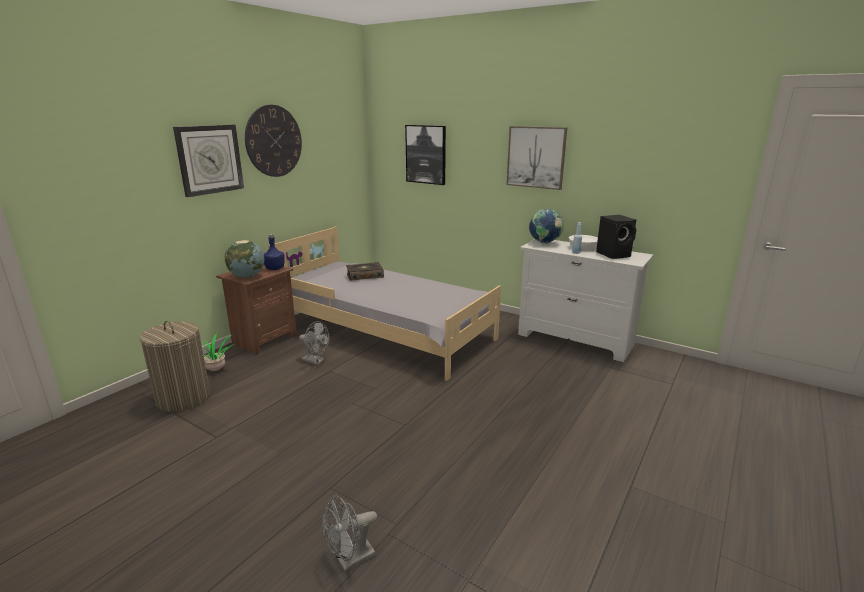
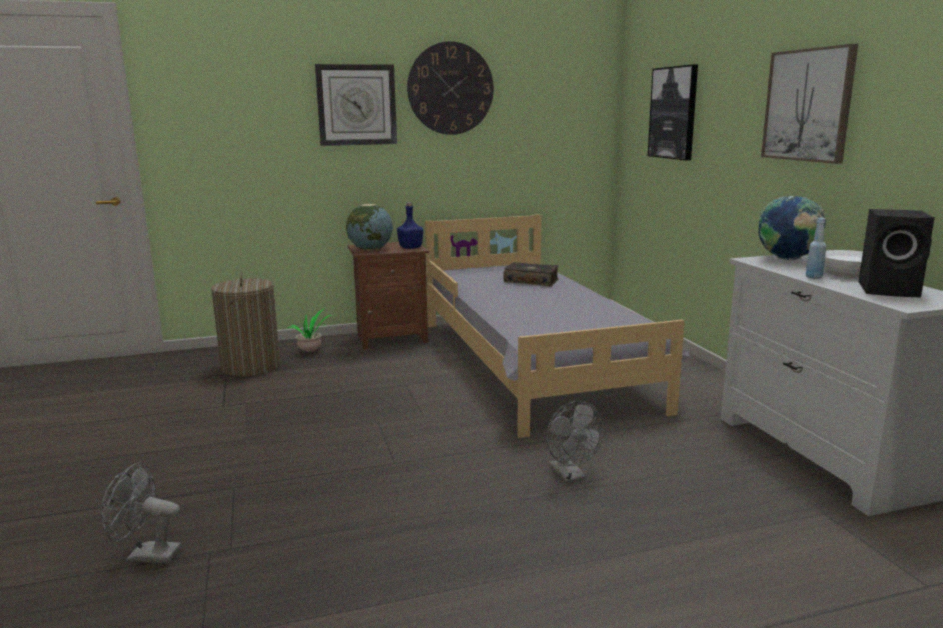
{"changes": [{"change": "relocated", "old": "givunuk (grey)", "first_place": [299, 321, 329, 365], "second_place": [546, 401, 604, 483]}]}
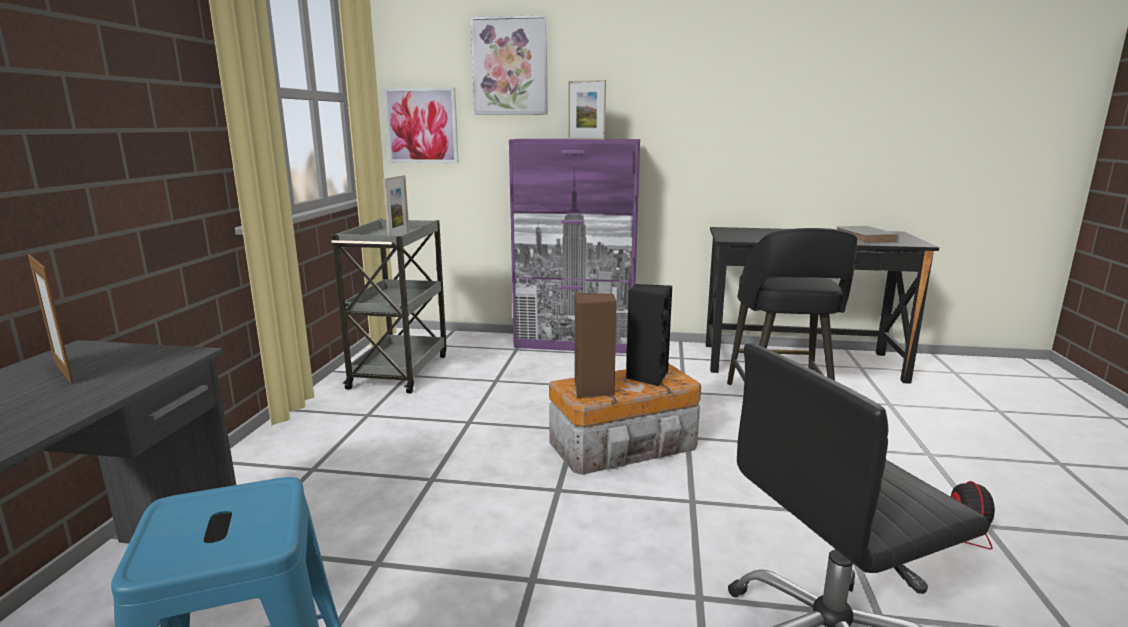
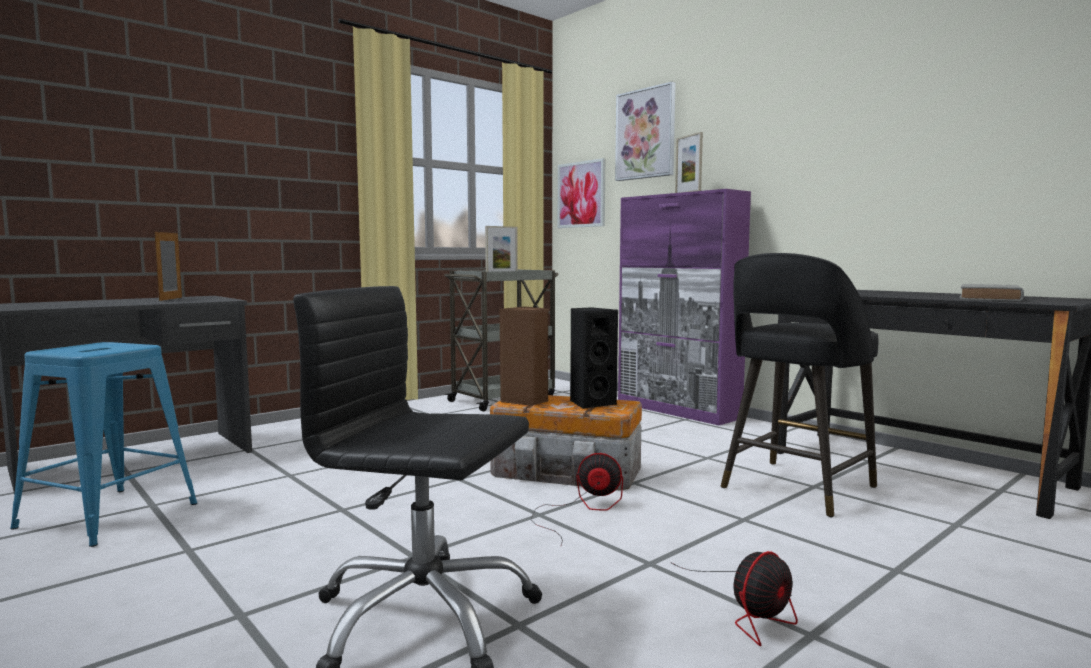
{"changes": [{"change": "appeared", "new": "givunuk", "second_place": [531, 453, 623, 545]}]}
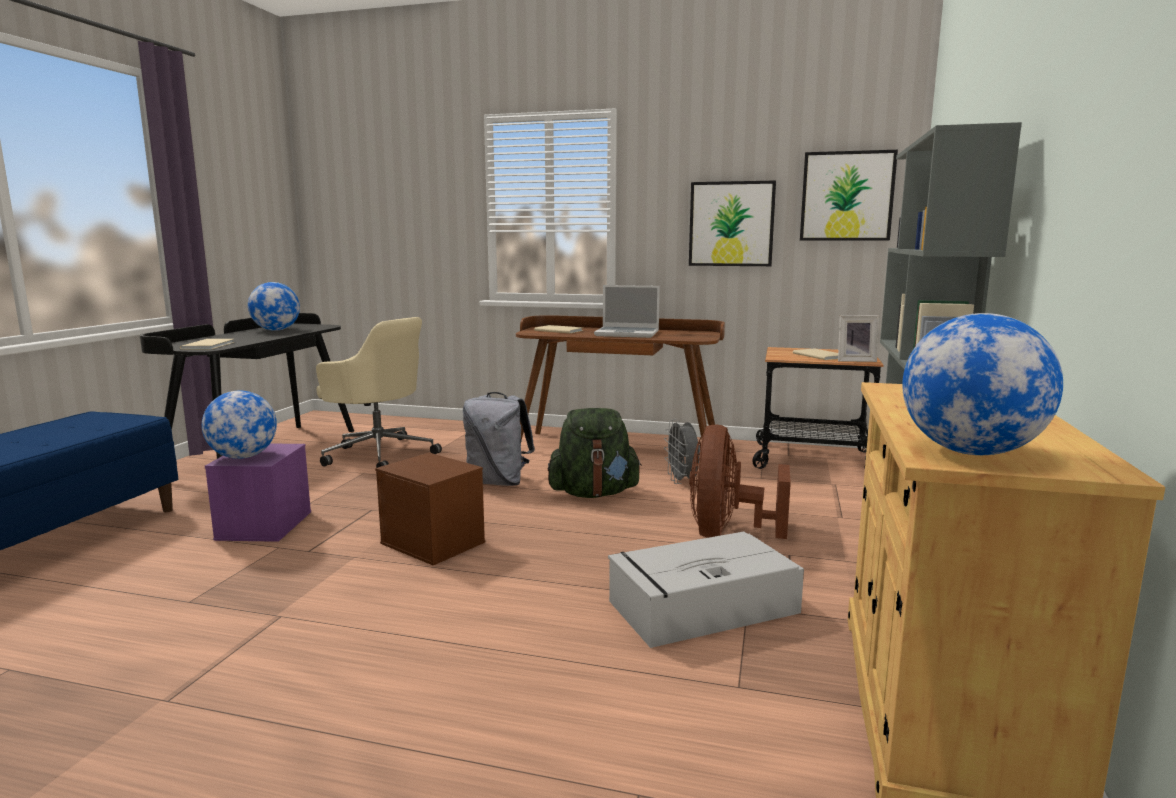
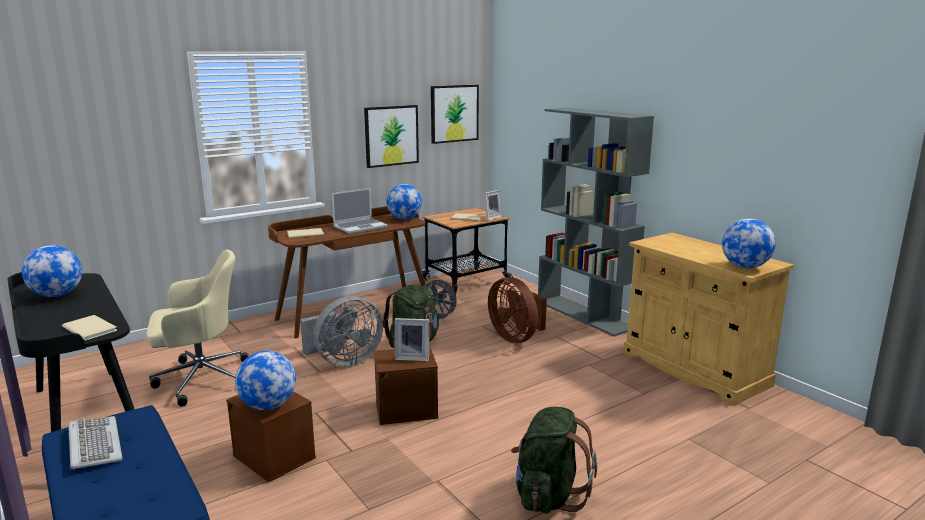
{"changes": [{"change": "appeared", "new": "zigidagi", "second_place": [68, 416, 123, 470]}, {"change": "colour", "old": "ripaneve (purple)", "new": "ripaneve (brown)", "first_place": [205, 444, 311, 542], "second_place": [226, 391, 316, 482]}, {"change": "exchanged", "old": "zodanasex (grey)", "new": "givunuk (grey)", "first_place": [463, 392, 535, 486], "second_place": [300, 296, 383, 367]}, {"change": "appeared", "new": "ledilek", "second_place": [387, 184, 422, 220]}, {"change": "appeared", "new": "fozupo", "second_place": [395, 318, 429, 361]}, {"change": "appeared", "new": "zodanasex (green)", "second_place": [511, 407, 597, 514]}, {"change": "missing", "old": "ripaneve (grey)", "first_place": [608, 532, 804, 648]}]}
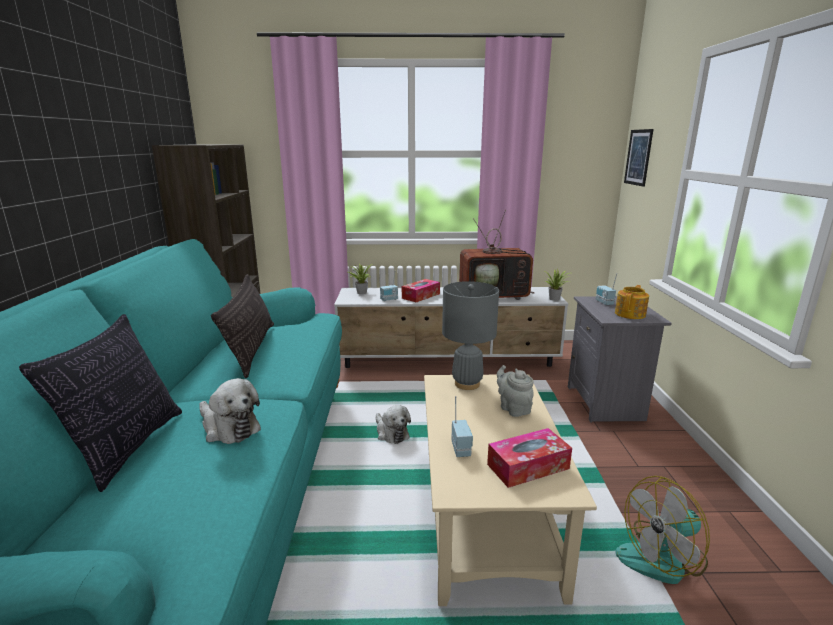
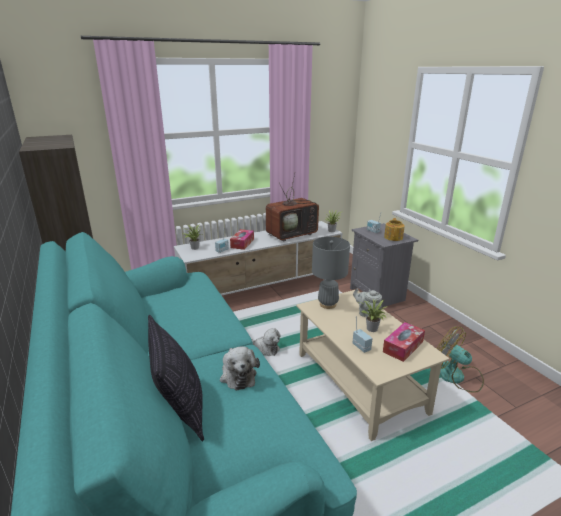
{"changes": [{"change": "spun", "old": "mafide", "first_place": [199, 378, 261, 444], "second_place": [220, 346, 260, 391], "degrees": 60}, {"change": "appeared", "new": "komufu", "second_place": [359, 299, 386, 332]}, {"change": "spun", "old": "givunuk", "first_place": [616, 476, 710, 584], "second_place": [437, 327, 484, 393], "degrees": 90}, {"change": "missing", "old": "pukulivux", "first_place": [211, 274, 274, 379]}, {"change": "missing", "old": "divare", "first_place": [624, 129, 654, 187]}]}
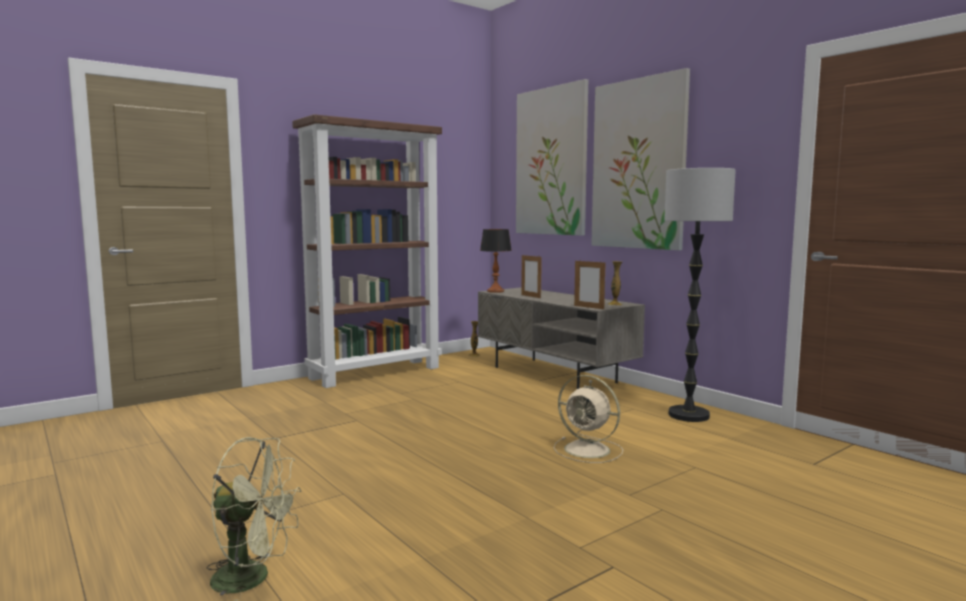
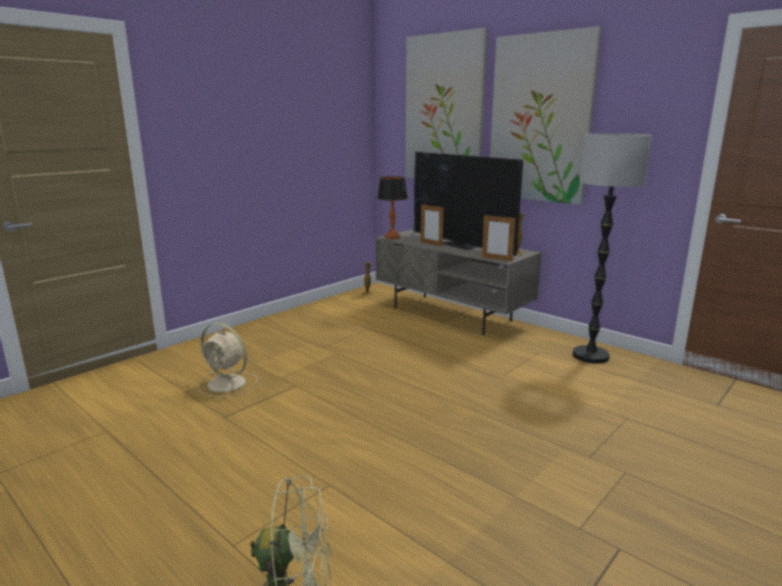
{"changes": [{"change": "relocated", "old": "givunuk (beige)", "first_place": [553, 375, 623, 463], "second_place": [197, 323, 258, 397]}, {"change": "appeared", "new": "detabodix", "second_place": [414, 152, 523, 256]}, {"change": "missing", "old": "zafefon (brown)", "first_place": [292, 114, 442, 388]}]}
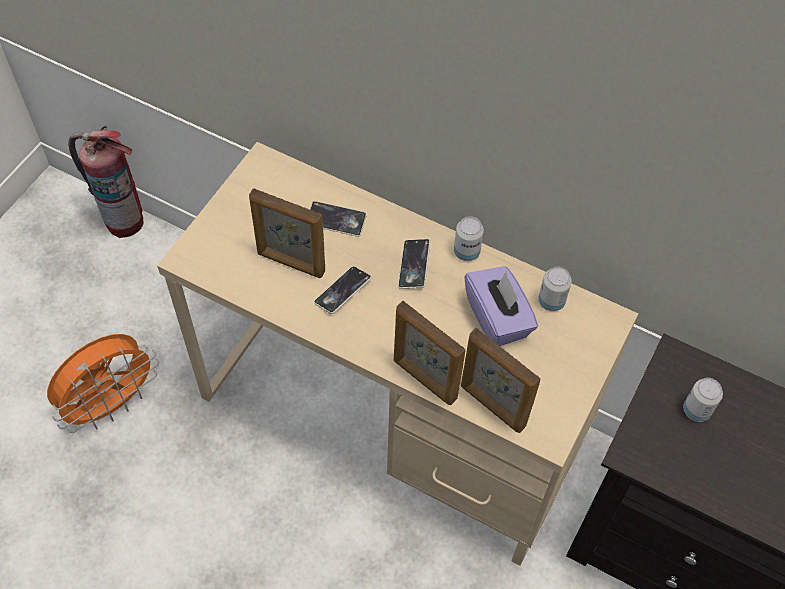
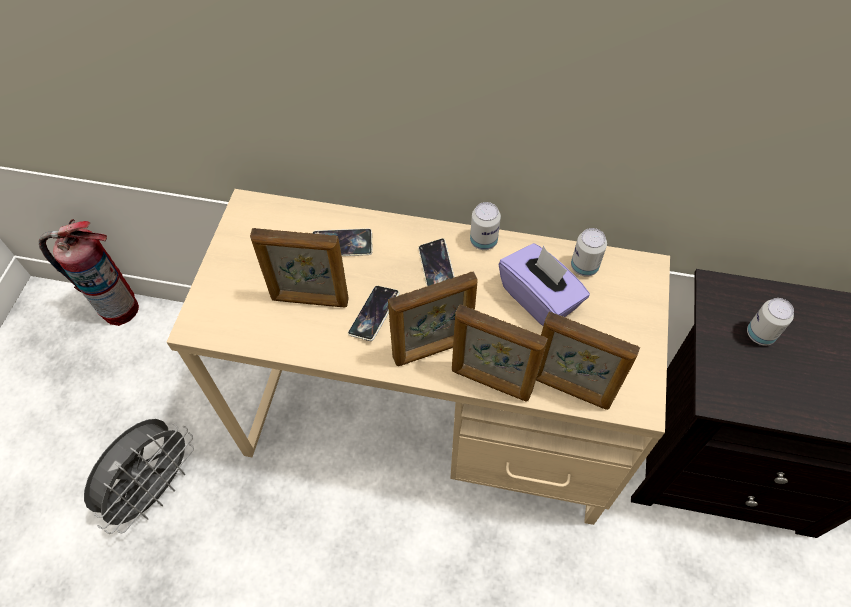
{"changes": [{"change": "colour", "old": "givunuk (orange)", "new": "givunuk (grey)", "first_place": [47, 334, 159, 433], "second_place": [84, 419, 194, 534]}, {"change": "appeared", "new": "fozupo", "second_place": [388, 271, 478, 366]}]}
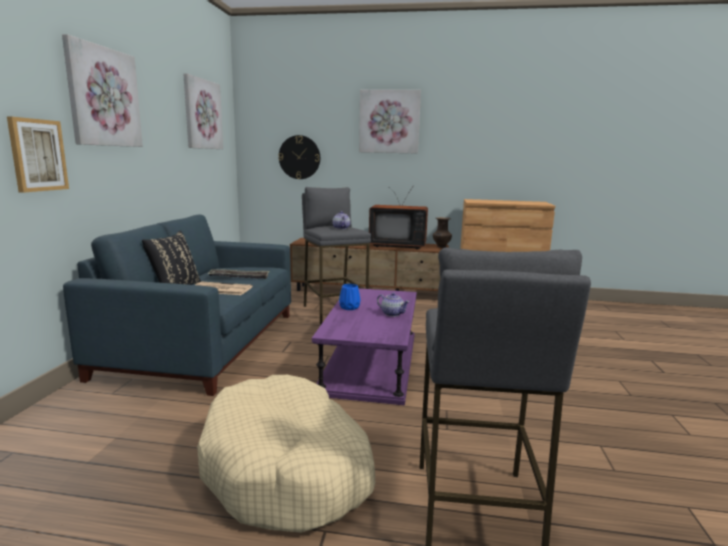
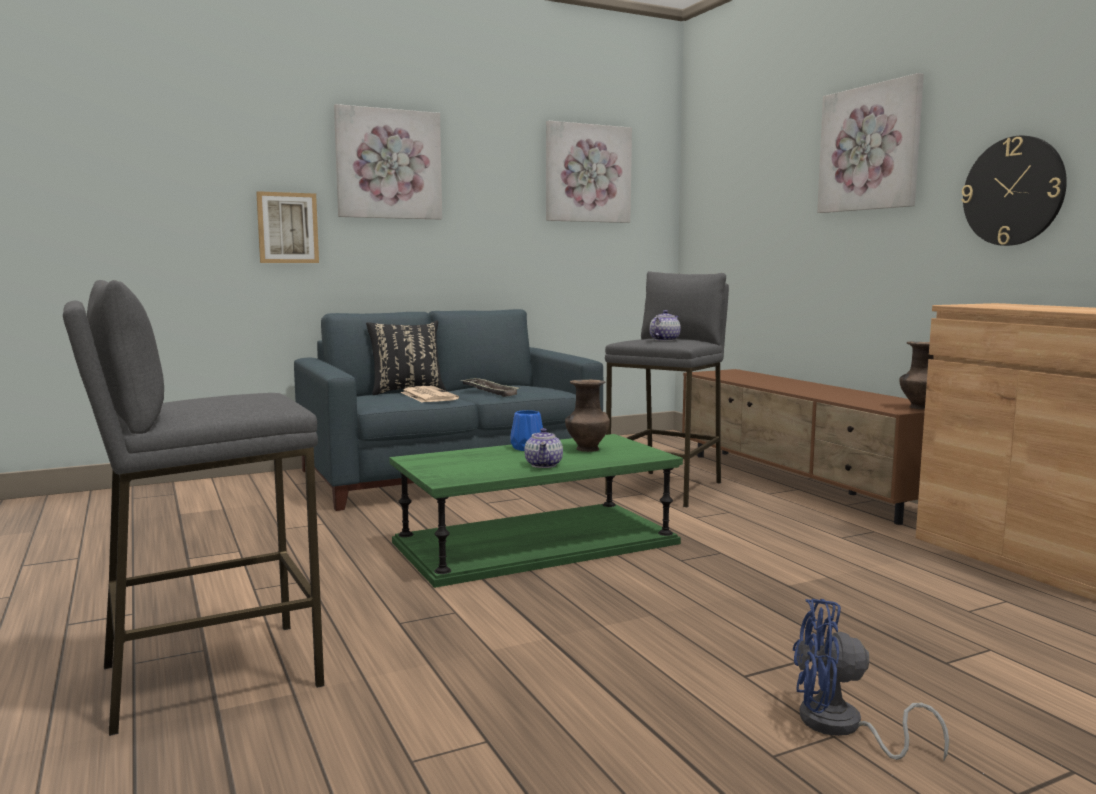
{"changes": [{"change": "colour", "old": "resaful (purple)", "new": "resaful (green)", "first_place": [312, 288, 417, 405], "second_place": [389, 434, 683, 588]}, {"change": "appeared", "new": "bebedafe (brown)", "second_place": [565, 380, 610, 452]}, {"change": "appeared", "new": "givunuk (blue)", "second_place": [793, 599, 950, 760]}, {"change": "relocated", "old": "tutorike", "first_place": [278, 135, 320, 179], "second_place": [961, 136, 1067, 246]}, {"change": "missing", "old": "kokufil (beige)", "first_place": [197, 375, 375, 533]}, {"change": "missing", "old": "detabodix", "first_place": [369, 187, 428, 249]}]}
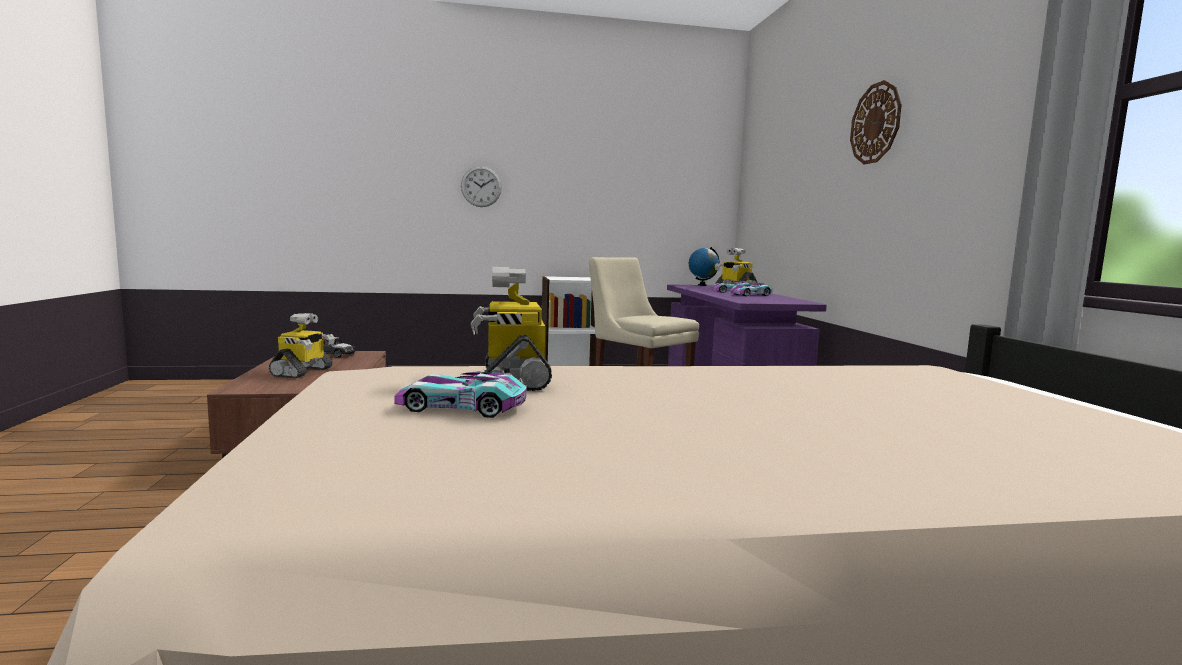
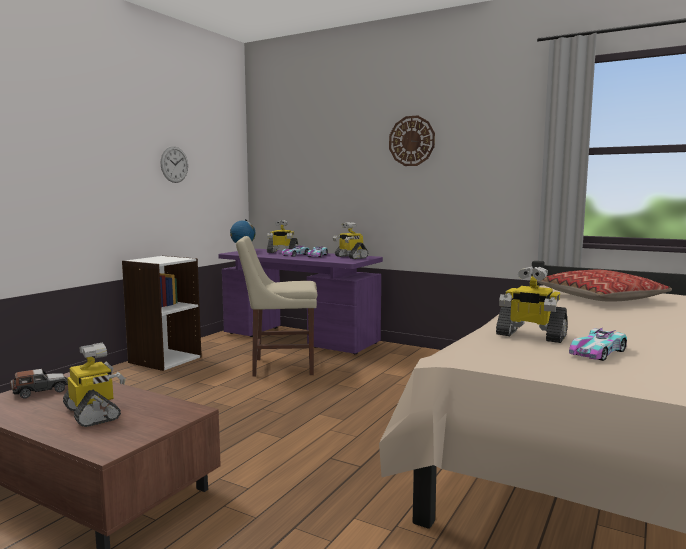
{"changes": [{"change": "relocated", "old": "tutorike", "first_place": [461, 166, 502, 207], "second_place": [161, 146, 188, 183]}, {"change": "appeared", "new": "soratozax", "second_place": [333, 222, 368, 259]}, {"change": "appeared", "new": "pukulivux", "second_place": [537, 270, 672, 302]}]}
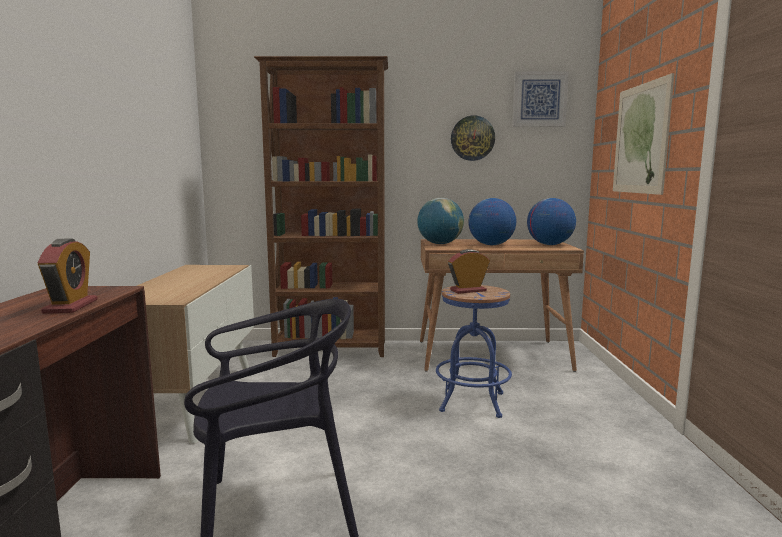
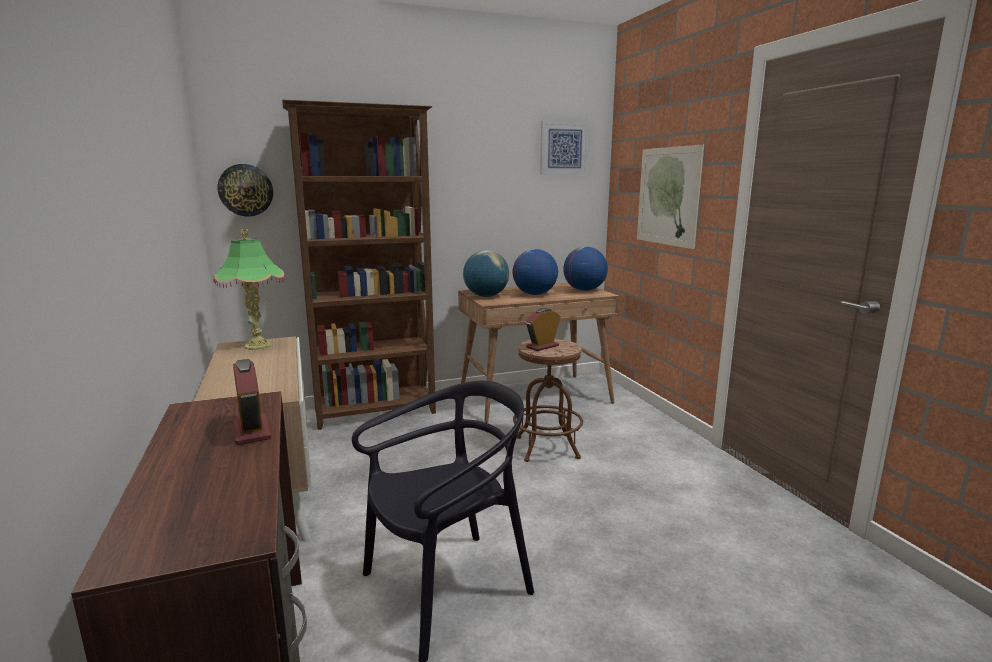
{"changes": [{"change": "appeared", "new": "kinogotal", "second_place": [213, 229, 285, 350]}, {"change": "relocated", "old": "tutorike", "first_place": [451, 115, 495, 161], "second_place": [218, 164, 273, 216]}, {"change": "colour", "old": "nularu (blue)", "new": "nularu (brown)", "first_place": [436, 285, 512, 418], "second_place": [513, 339, 583, 462]}]}
